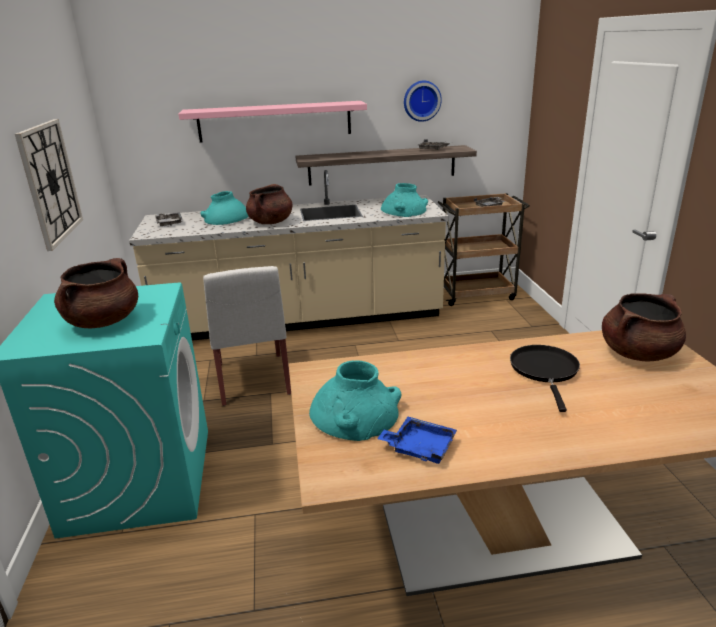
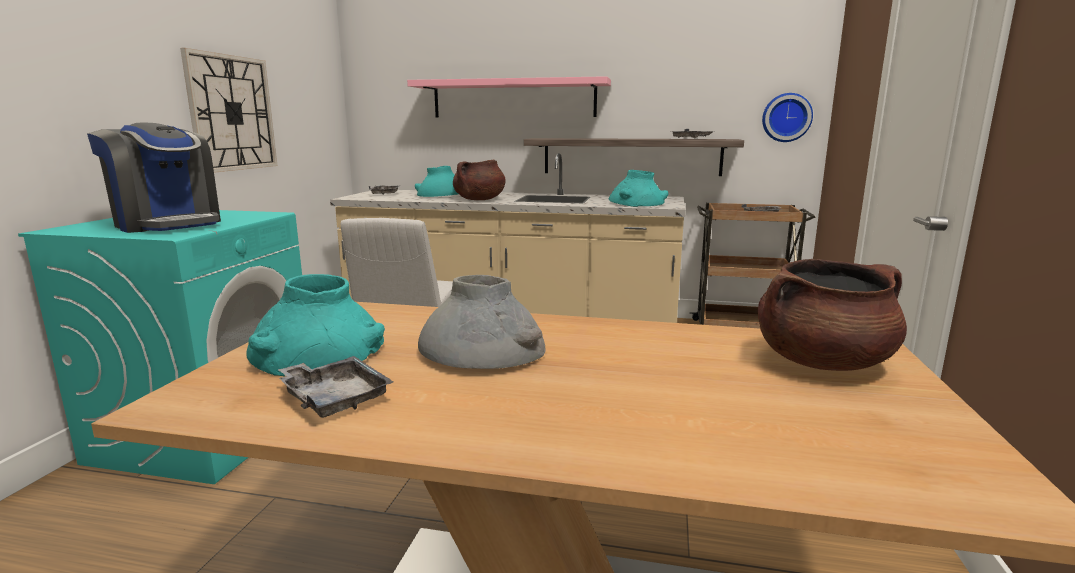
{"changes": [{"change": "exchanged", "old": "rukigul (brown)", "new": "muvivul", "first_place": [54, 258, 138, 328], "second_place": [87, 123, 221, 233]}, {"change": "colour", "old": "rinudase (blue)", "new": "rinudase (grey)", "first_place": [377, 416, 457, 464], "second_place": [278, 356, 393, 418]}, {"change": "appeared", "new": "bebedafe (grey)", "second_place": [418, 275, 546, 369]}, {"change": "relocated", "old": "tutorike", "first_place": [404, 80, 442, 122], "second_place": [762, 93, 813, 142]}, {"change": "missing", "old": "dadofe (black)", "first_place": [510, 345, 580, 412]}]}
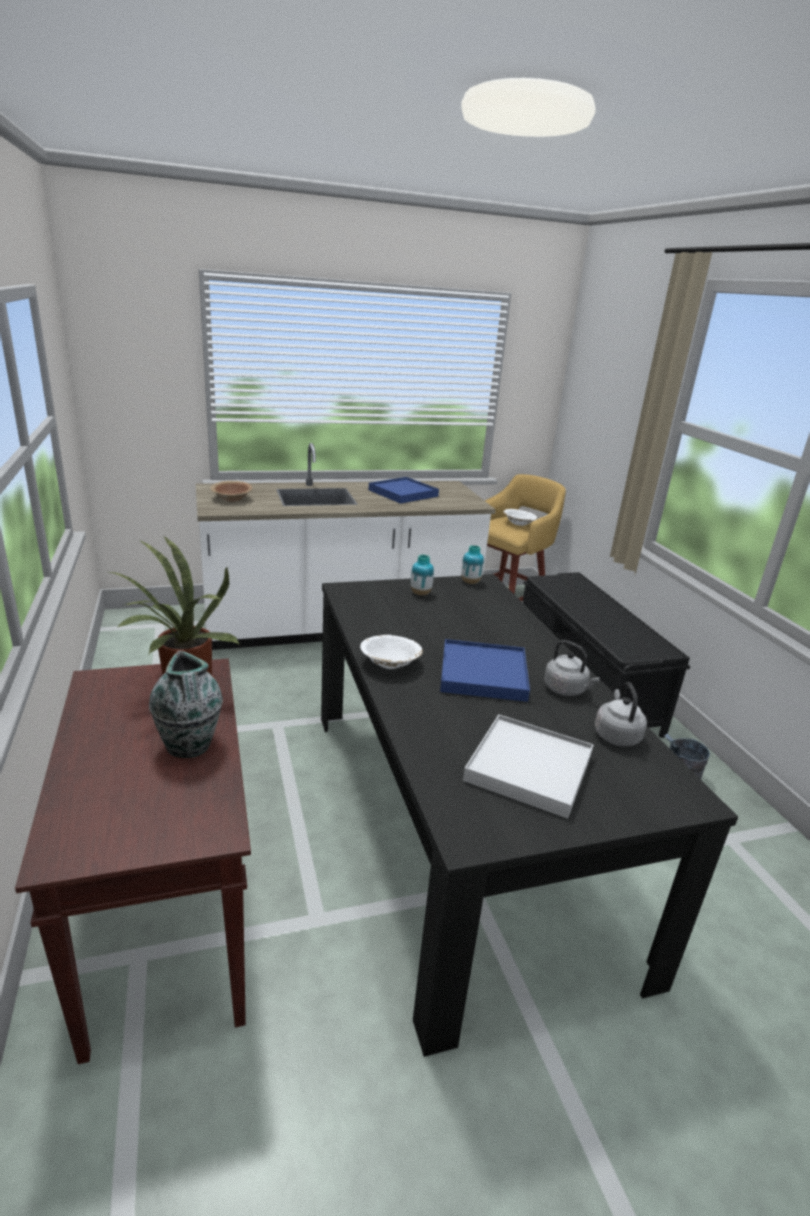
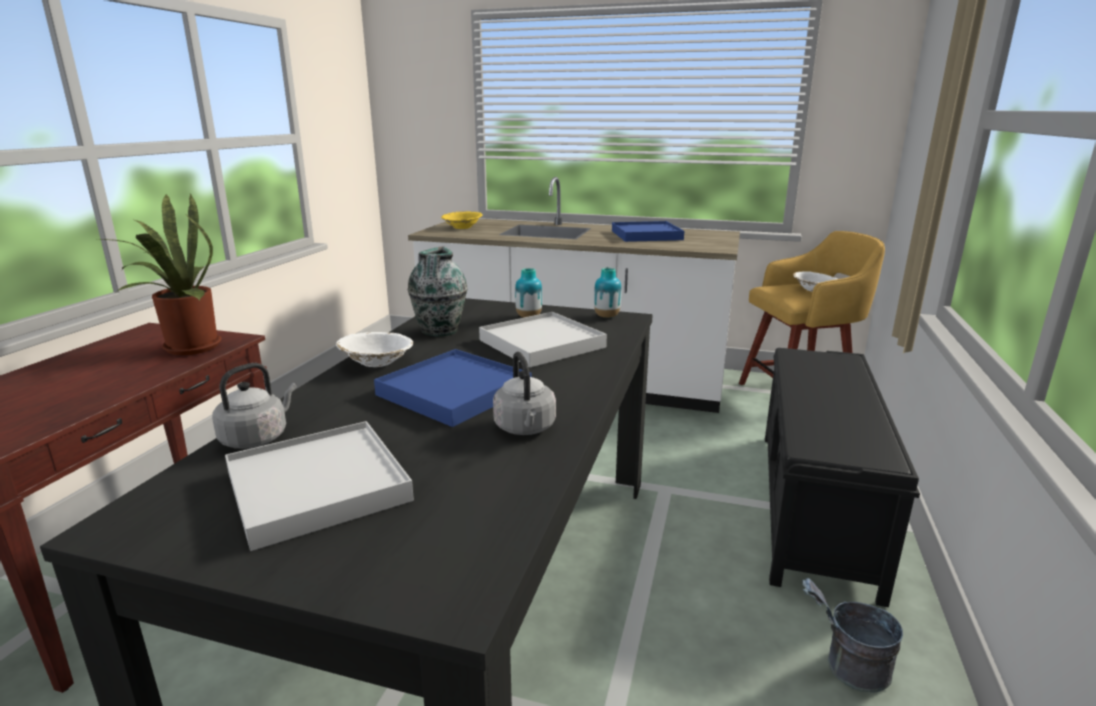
{"changes": [{"change": "relocated", "old": "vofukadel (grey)", "first_place": [595, 682, 647, 746], "second_place": [212, 363, 297, 449]}, {"change": "relocated", "old": "bebedafe", "first_place": [149, 651, 223, 758], "second_place": [408, 246, 468, 337]}, {"change": "colour", "old": "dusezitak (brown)", "new": "dusezitak (yellow)", "first_place": [210, 481, 252, 502], "second_place": [441, 211, 483, 229]}, {"change": "appeared", "new": "rinudase (white)", "second_place": [479, 312, 607, 368]}]}
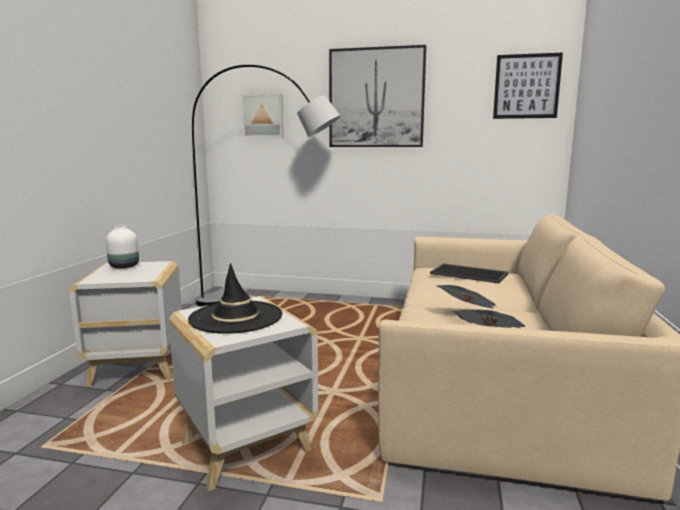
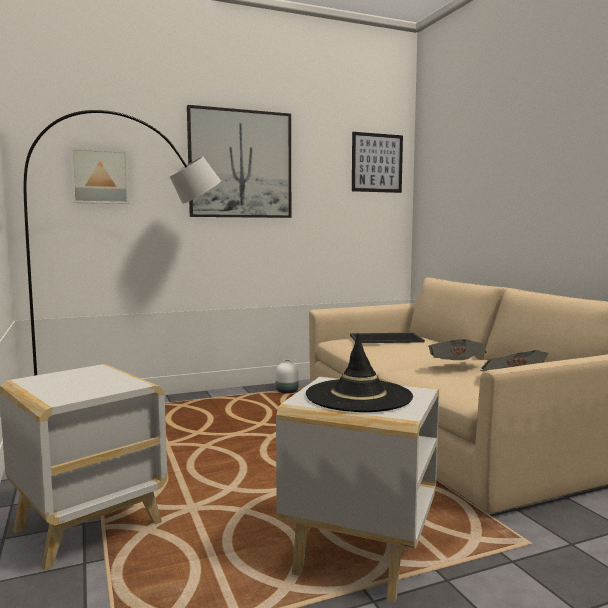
{"changes": [{"change": "relocated", "old": "bebedafe (white)", "first_place": [106, 226, 139, 268], "second_place": [276, 360, 299, 394]}]}
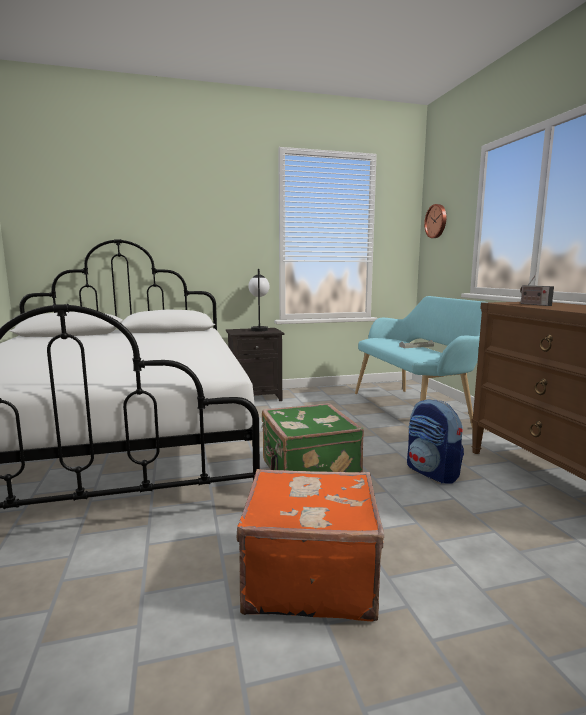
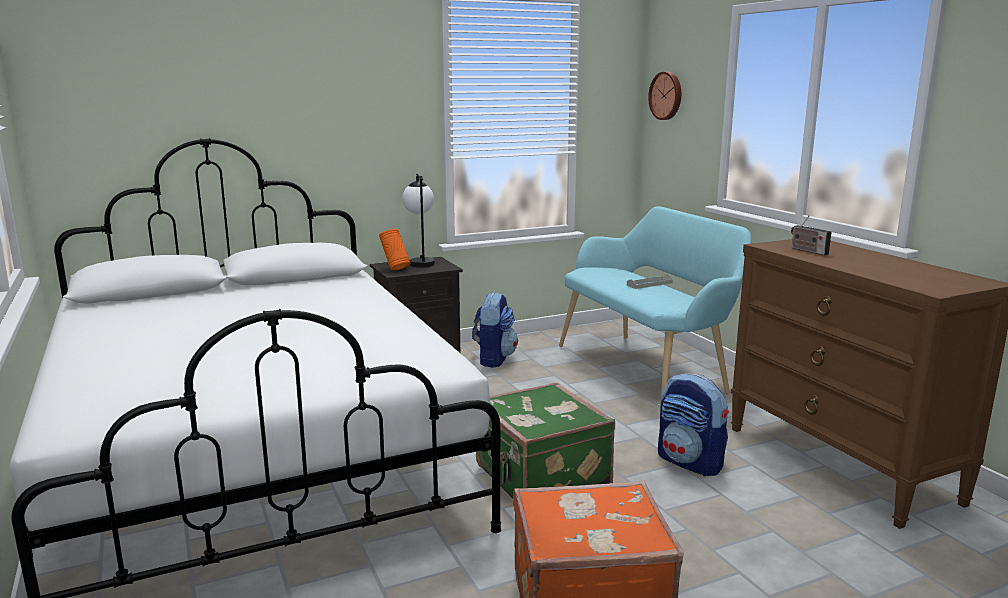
{"changes": [{"change": "appeared", "new": "bebedafe (orange)", "second_place": [379, 229, 410, 270]}, {"change": "appeared", "new": "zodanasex", "second_place": [472, 292, 518, 368]}]}
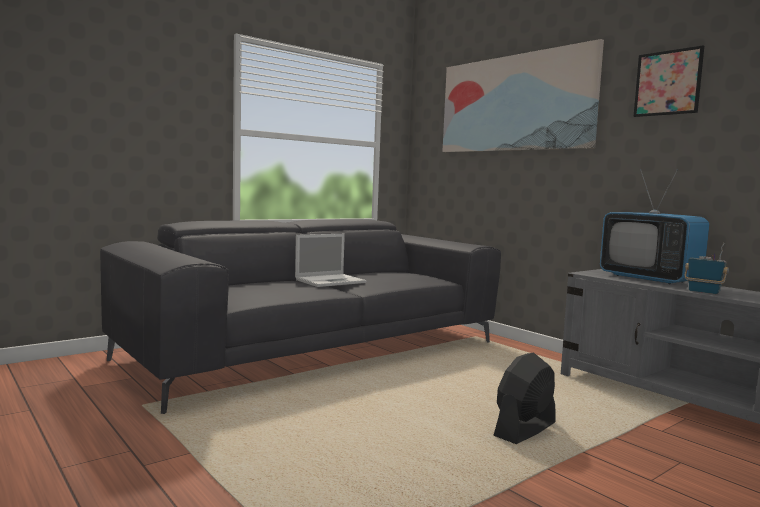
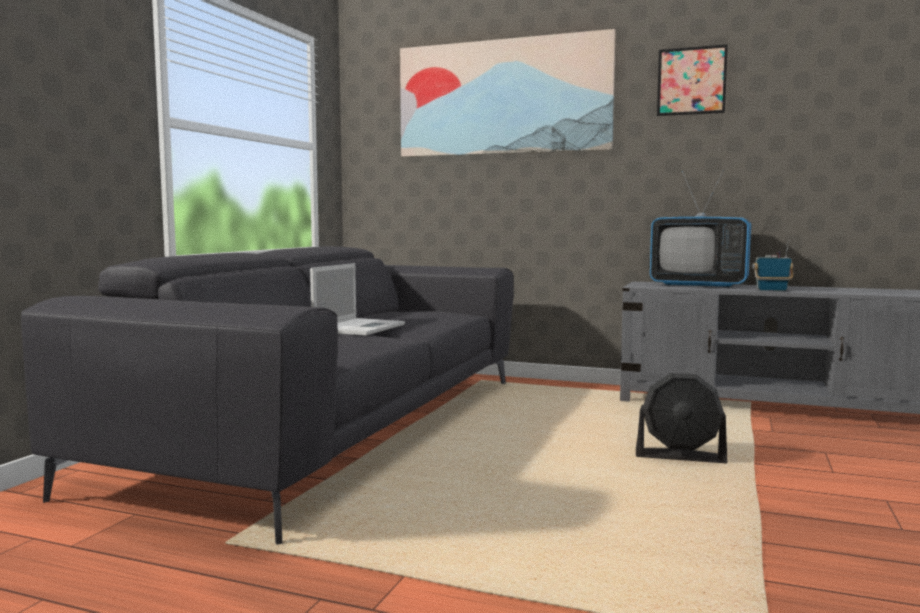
{"changes": [{"change": "spun", "old": "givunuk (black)", "first_place": [494, 353, 556, 444], "second_place": [636, 373, 728, 463], "degrees": -90}]}
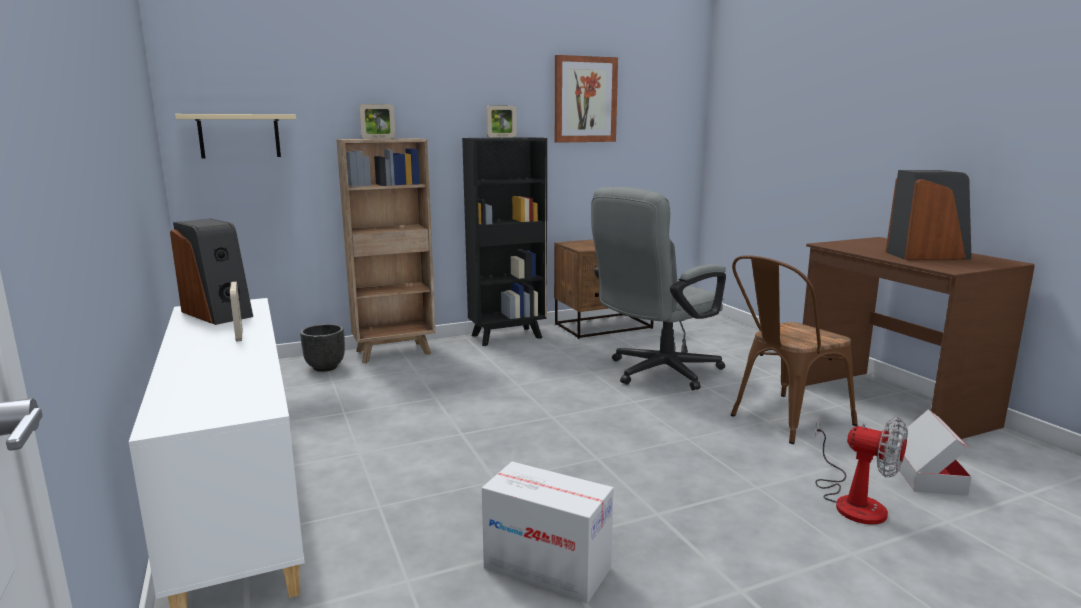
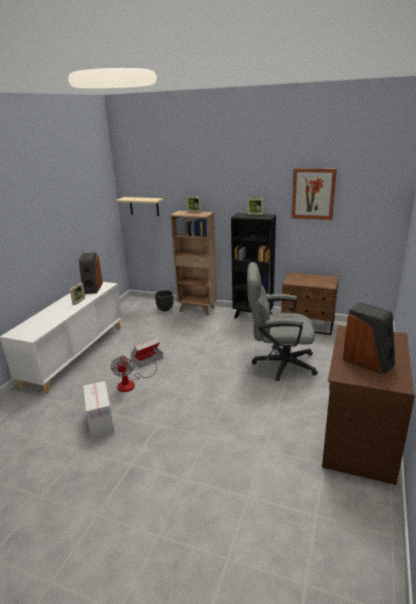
{"changes": [{"change": "relocated", "old": "givunuk", "first_place": [815, 418, 908, 525], "second_place": [110, 354, 157, 392]}, {"change": "relocated", "old": "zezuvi", "first_place": [891, 410, 972, 496], "second_place": [131, 338, 163, 368]}, {"change": "missing", "old": "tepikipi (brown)", "first_place": [731, 255, 858, 444]}]}
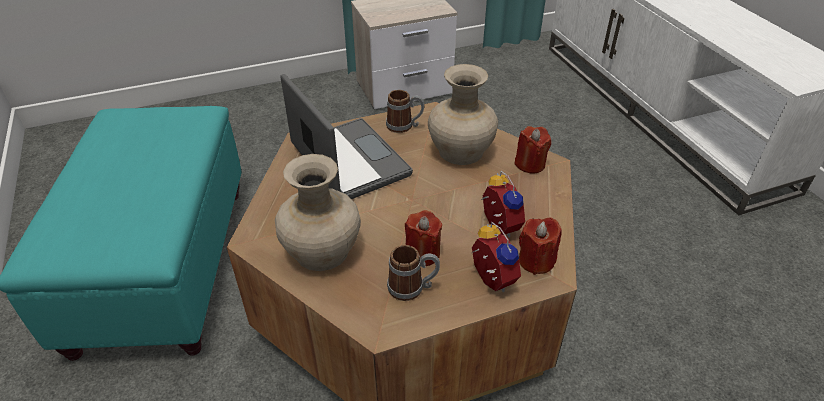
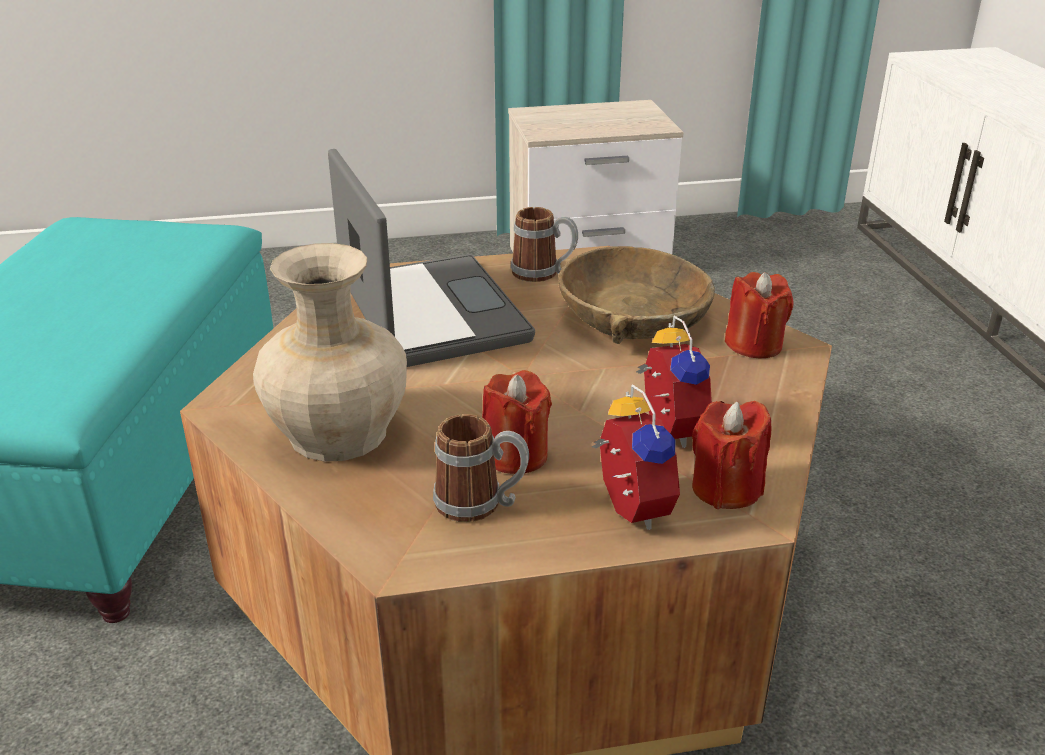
{"changes": [{"change": "exchanged", "old": "bebedafe (beige)", "new": "dusezitak (brown)", "first_place": [428, 64, 498, 165], "second_place": [558, 246, 715, 344]}]}
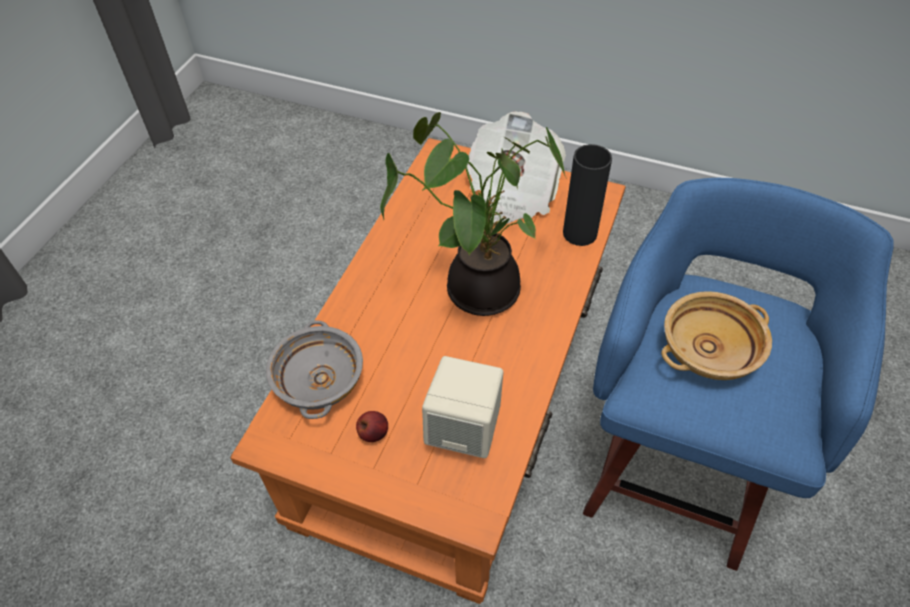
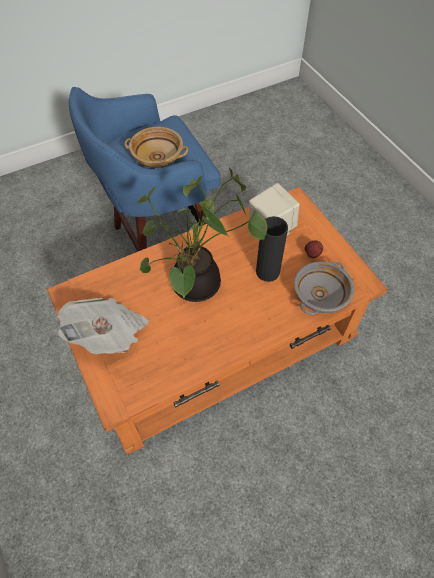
{"changes": [{"change": "relocated", "old": "bebedafe (black)", "first_place": [563, 144, 612, 246], "second_place": [256, 216, 288, 282]}]}
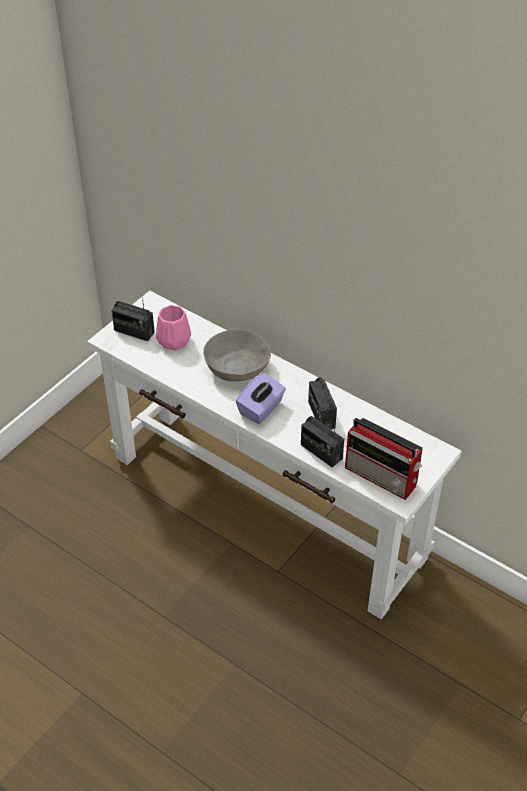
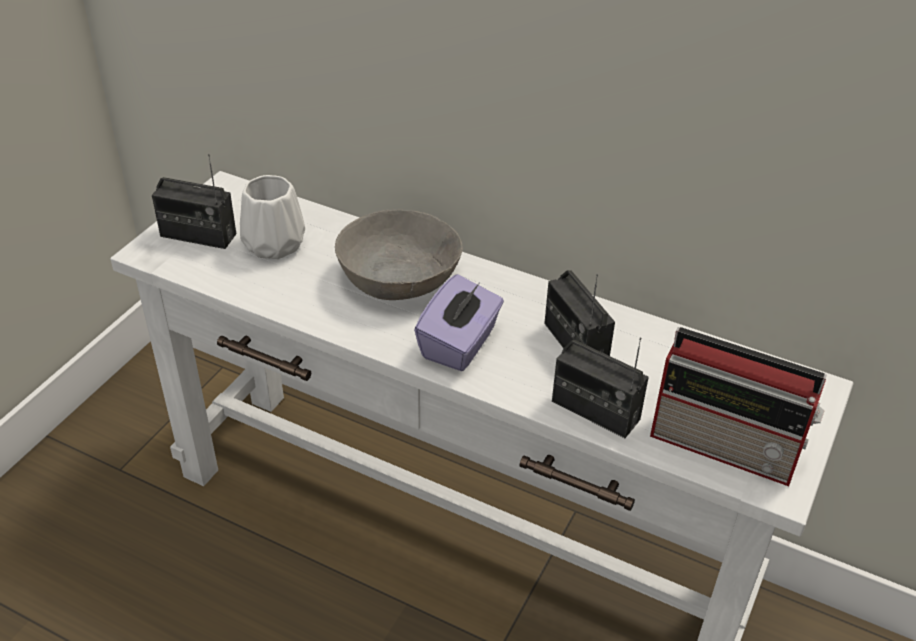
{"changes": [{"change": "colour", "old": "bebedafe (pink)", "new": "bebedafe (white)", "first_place": [156, 305, 191, 350], "second_place": [240, 175, 305, 259]}]}
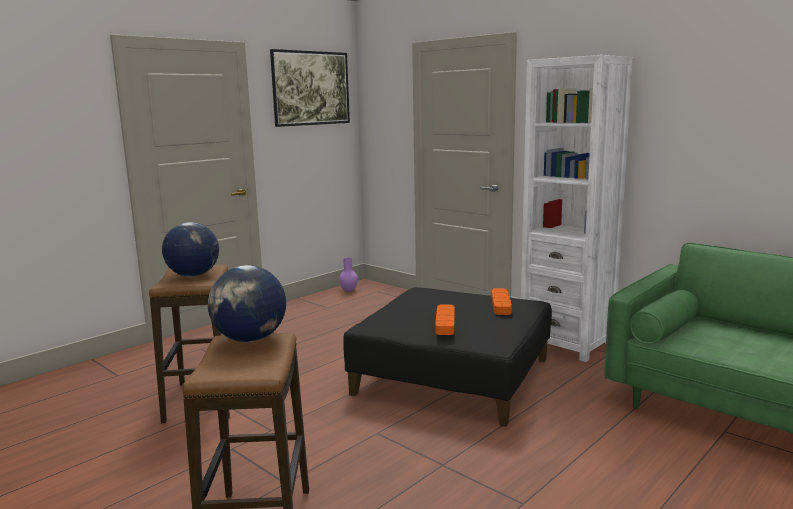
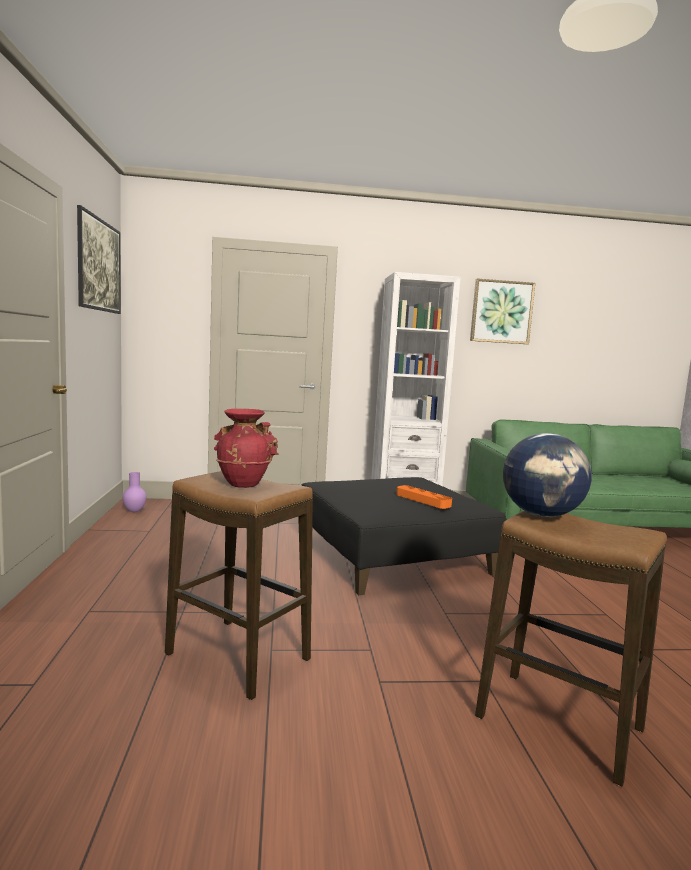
{"changes": [{"change": "exchanged", "old": "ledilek", "new": "bebedafe (red)", "first_place": [162, 222, 219, 277], "second_place": [214, 409, 279, 488]}, {"change": "appeared", "new": "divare", "second_place": [470, 278, 535, 344]}, {"change": "missing", "old": "rinudase (orange)", "first_place": [491, 288, 512, 315]}]}
